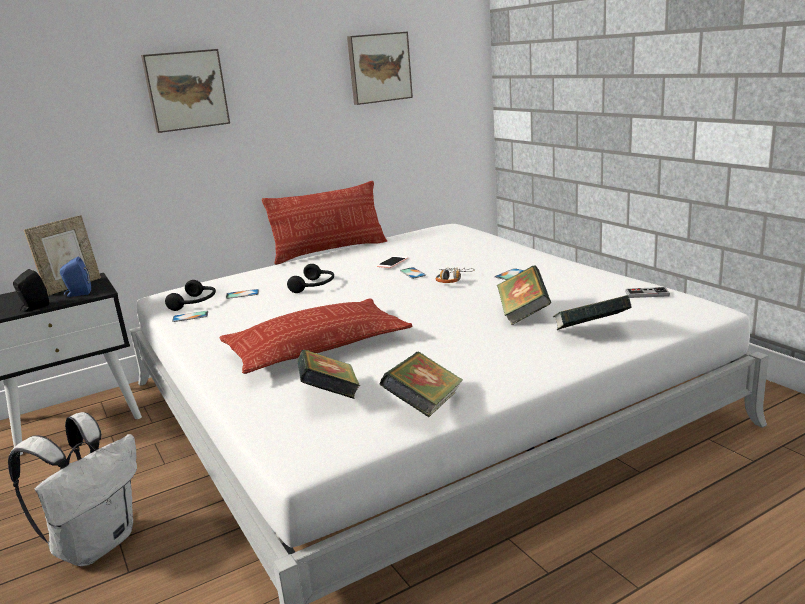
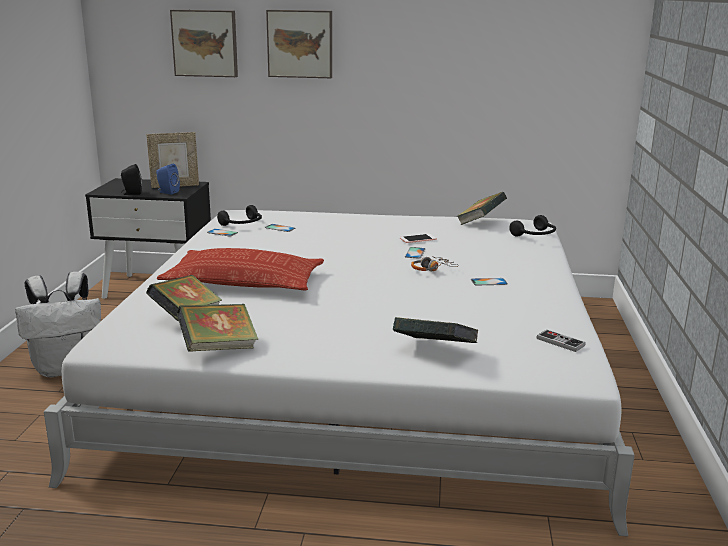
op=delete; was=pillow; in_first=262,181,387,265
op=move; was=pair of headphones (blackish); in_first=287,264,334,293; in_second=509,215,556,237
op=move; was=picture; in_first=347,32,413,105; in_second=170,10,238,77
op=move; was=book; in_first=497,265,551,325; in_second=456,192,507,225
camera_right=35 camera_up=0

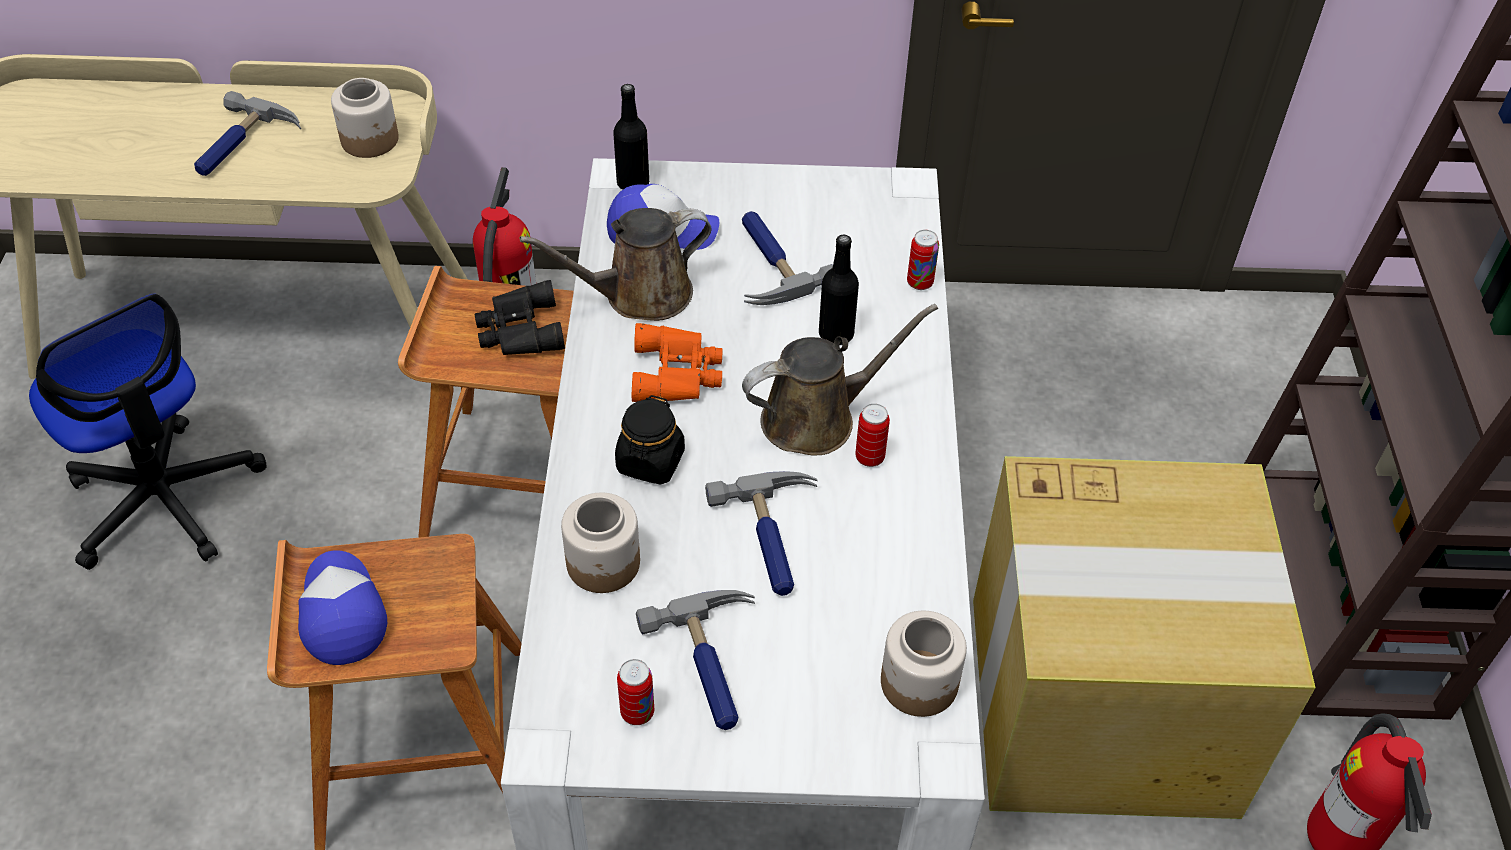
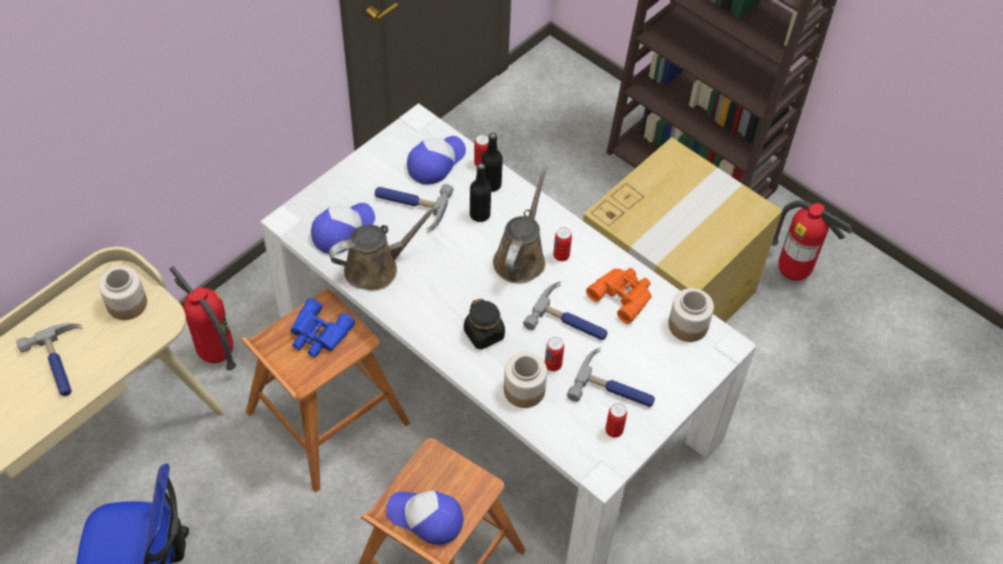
op=recolor; was=pair of binoculars (blackish); now=pair of binoculars (blue); in_first=475,280,565,355; in_second=290,298,355,358
op=rotate; was=watering can (brown-coloured); in_first=519,208,711,321; in_second=329,204,440,291; clockwise=-135
op=move; was=drink bottle (blackish); in_first=613,84,649,190; in_second=482,133,503,192
op=move; was=pair of binoculars (orangey); in_first=632,323,722,402; in_second=586,268,651,324
op=insert; now=baseball cap; in_second=407,136,466,184
op=insert; now=sealed can; in_second=545,337,564,371
camera_right=-50 camera_up=5

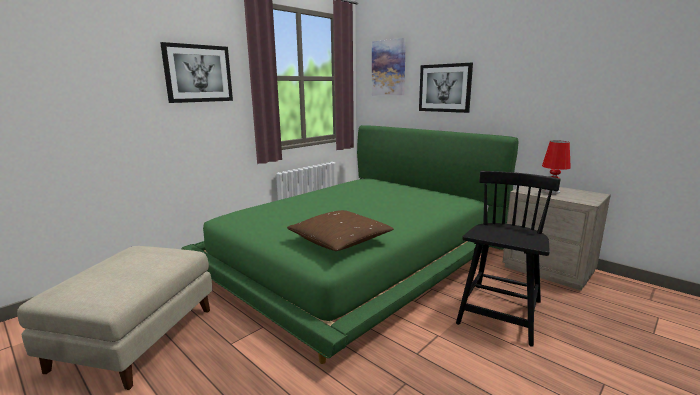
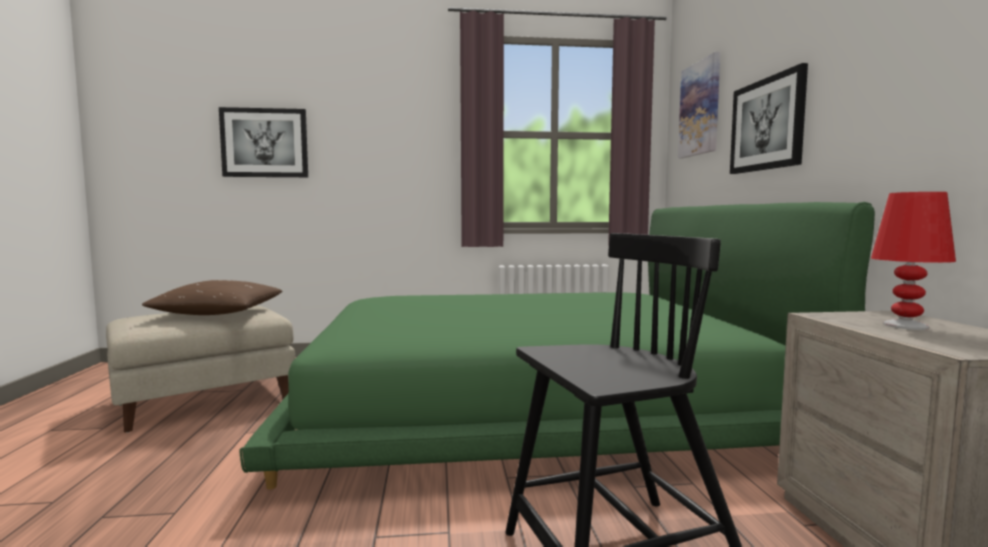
op=move; was=picture; in_first=160,42,233,103; in_second=219,107,308,177
op=move; was=pillow (brown-coloured); in_first=287,210,394,251; in_second=142,280,282,315
camera_right=40 camera_up=-10

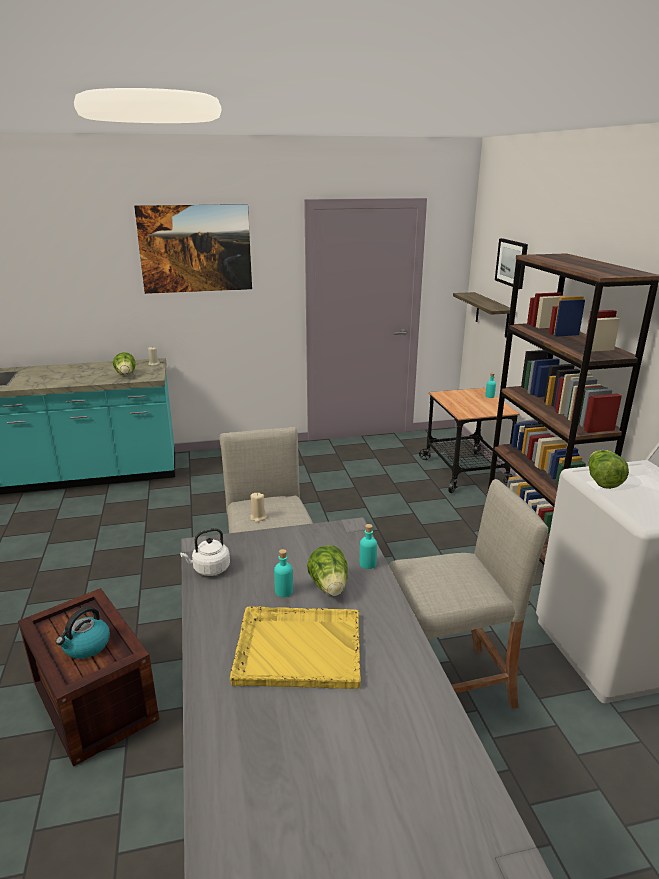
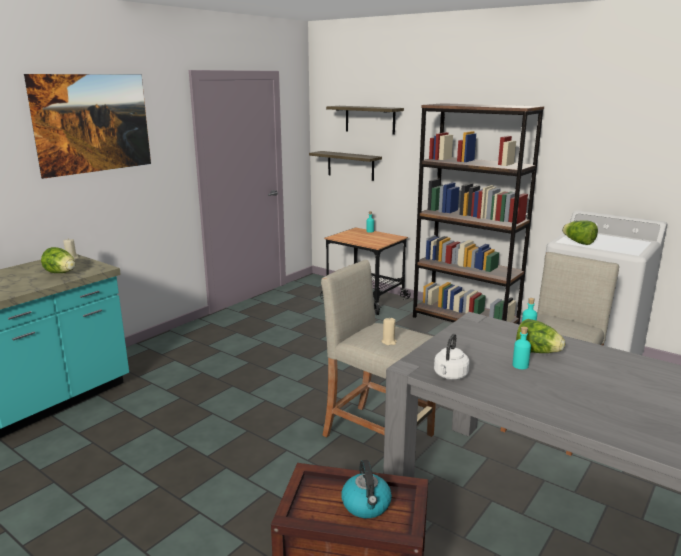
op=delete; was=serving tray (yellow-coloured); in_first=229,606,361,689
op=replace; was=picture; now=bracket shelf; in_first=495,238,528,289; in_second=326,106,404,135
camera_right=-40 camera_up=-5

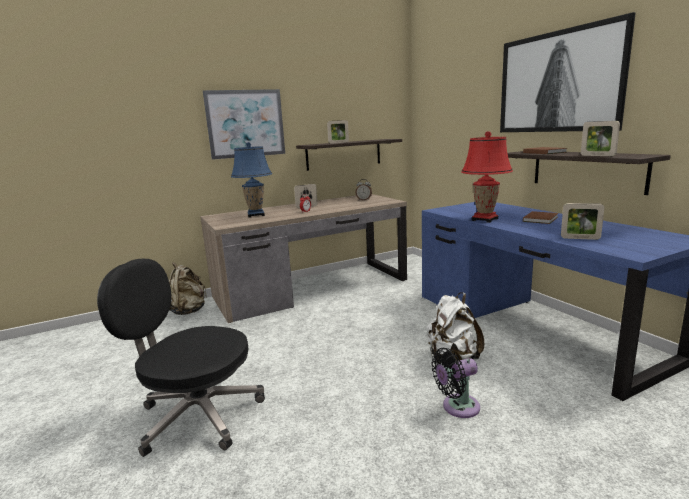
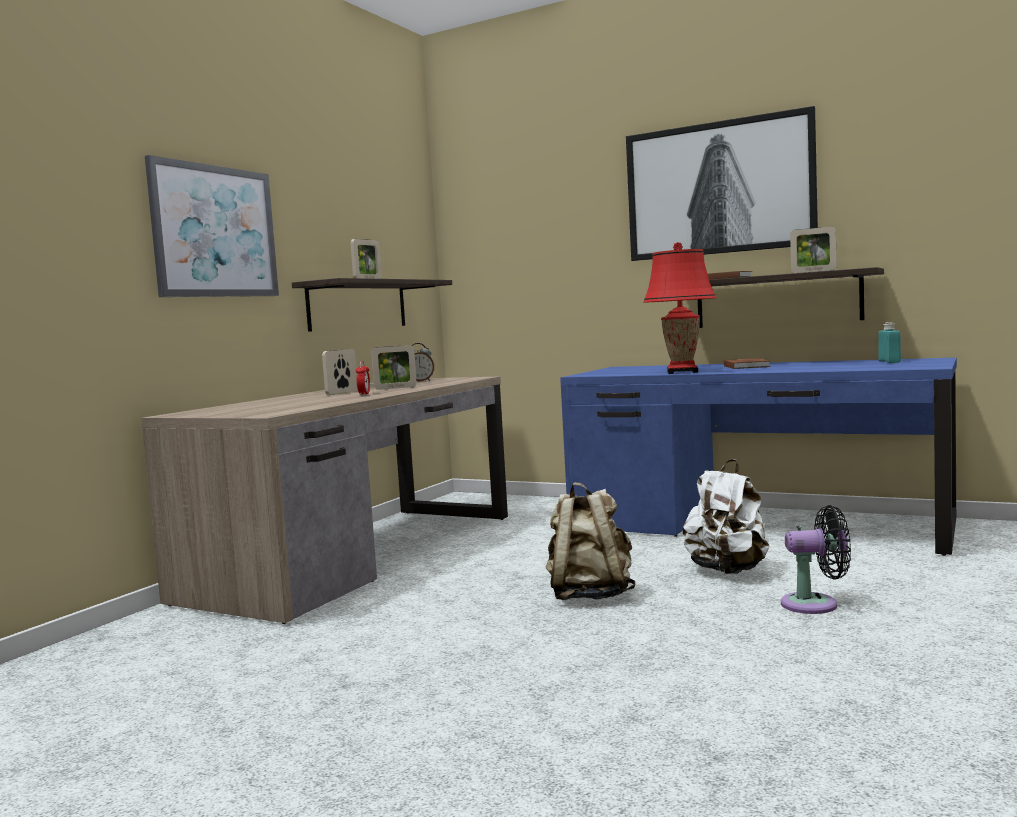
op=delete; was=desk chair (blackish); in_first=97,259,265,457
op=move; was=knapsack (beige); in_first=169,262,207,315; in_second=546,482,635,600
op=delete; was=table lamp (blue); in_first=231,142,272,218
op=rotate; was=fan (blackish); in_first=431,348,480,418; in_second=781,505,851,614; clockwise=-120
op=move; was=standing frame; in_first=561,203,604,240; in_second=371,345,417,390
op=insert; now=drink bottle (turquoise); in_second=878,322,901,363
camera_right=-35 camera_up=-10

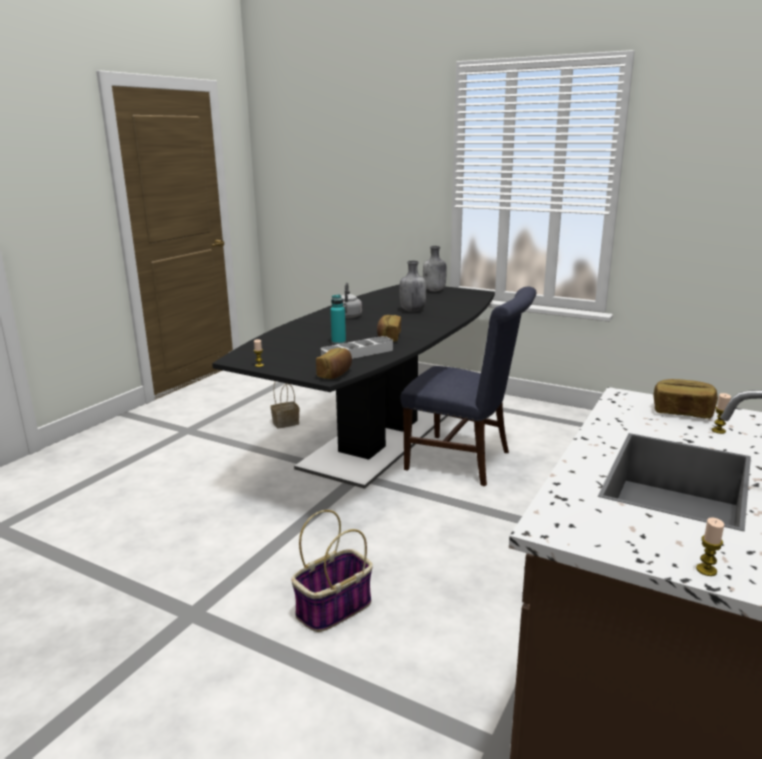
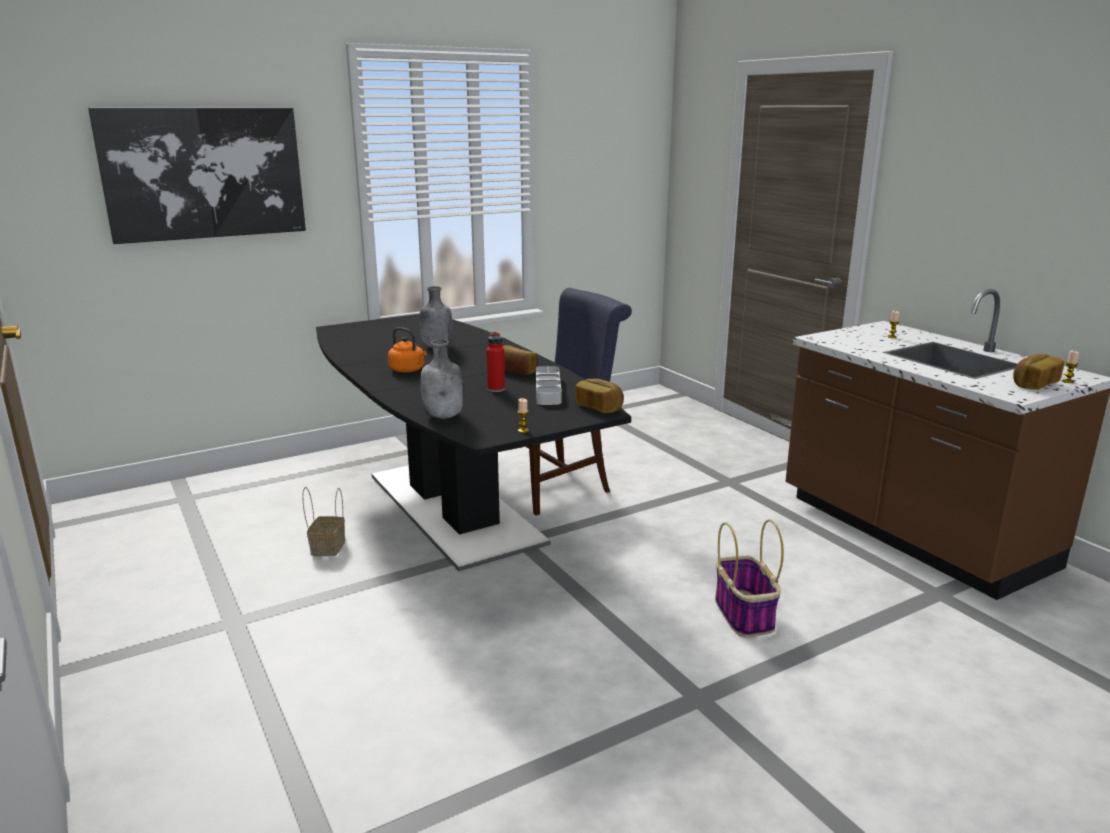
op=recolor; was=drink bottle (turquoise); now=drink bottle (reddish); in_first=330,295,346,344; in_second=486,332,505,392
op=recolor; was=water kettle (grey); now=water kettle (orangey); in_first=341,283,362,318; in_second=388,327,427,373
op=move; was=drink bottle (grey); in_first=423,246,447,291; in_second=421,340,463,419
op=move; was=bread; in_first=654,379,718,419; in_second=1013,354,1064,390
op=insert; now=picture; in_second=88,107,306,244
camera_right=-60 camera_up=0

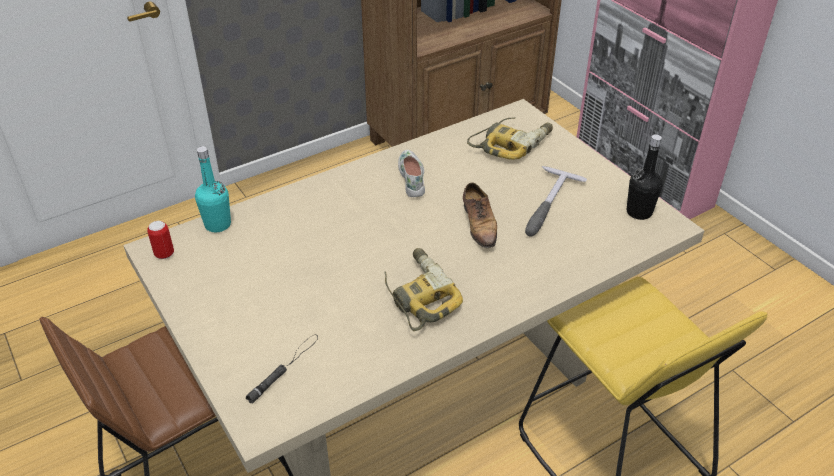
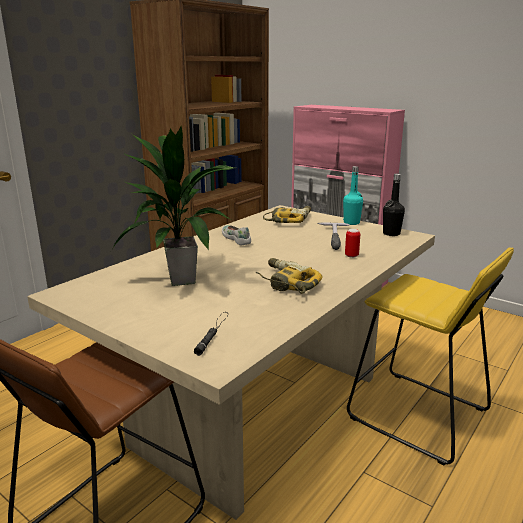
op=move; was=sealed can; in_first=147,221,174,259; in_second=345,229,360,258
op=move; was=drink bottle (turquoise); in_first=195,146,231,232; in_second=343,166,363,225
op=delete; was=shoe; in_first=463,182,497,248
op=insert; now=potted plant; in_second=111,126,235,286
camera_right=-20 camera_up=-20

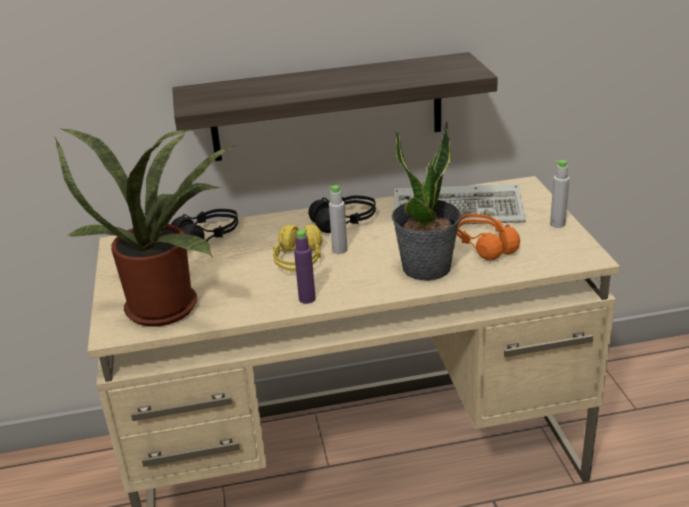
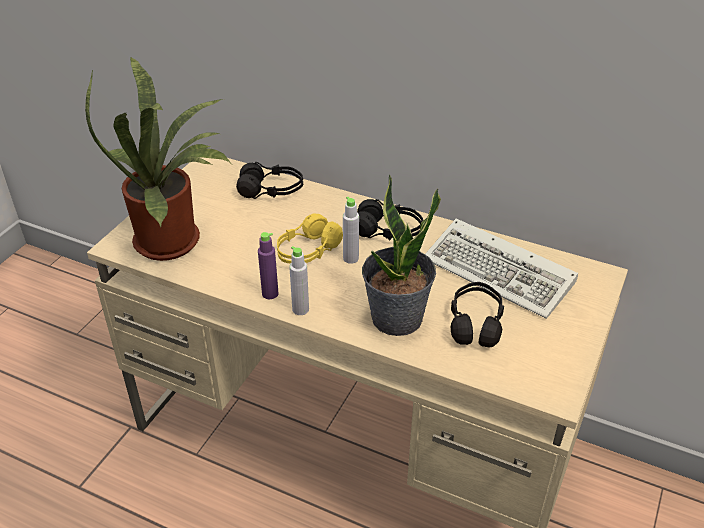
op=delete; was=bracket shelf; in_first=172,52,498,161
op=recolor; was=pair of headphones (orangey); now=pair of headphones (blackish); in_first=456,214,520,260; in_second=451,282,504,347
op=move; was=drink bottle (grey); in_first=550,160,570,228; in_second=289,246,309,315
camera_right=35 camera_up=10

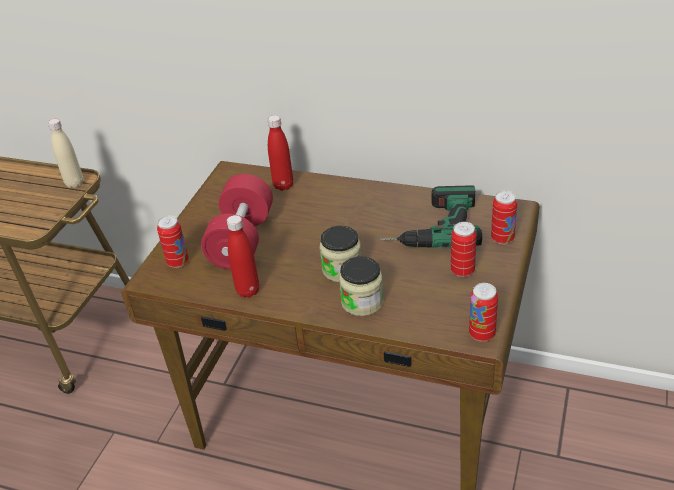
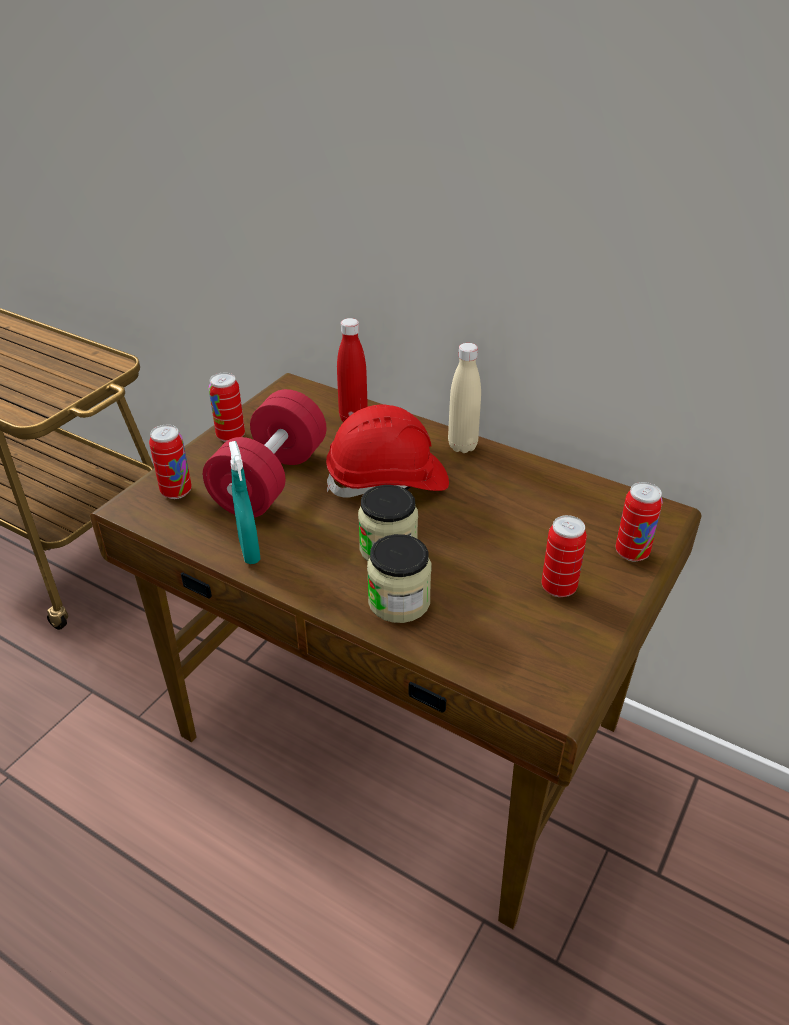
op=move; was=drink bottle (beige); in_first=48,119,84,188; in_second=448,343,481,453
op=replace; was=drink bottle (reddish); now=spray bottle (turquoise); in_first=227,215,259,298; in_second=229,441,261,564
op=delete; was=power drill; in_first=379,185,482,248
op=move; was=sealed can; in_first=469,283,498,342; in_second=209,373,245,442
op=insert; now=hard hat (reddish); in_second=326,405,449,498
camera_right=10 camera_up=0

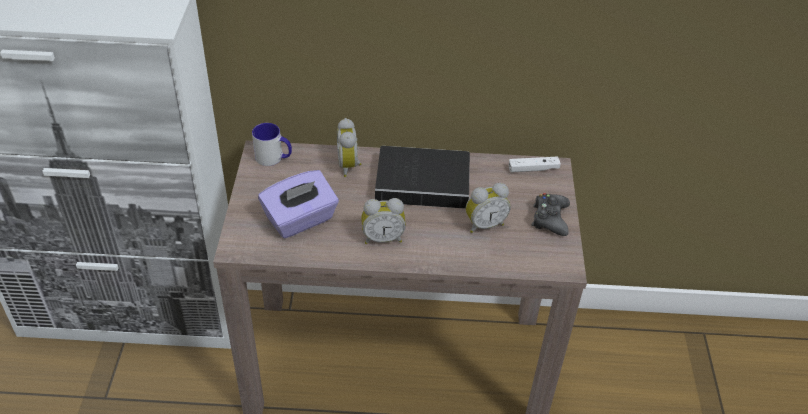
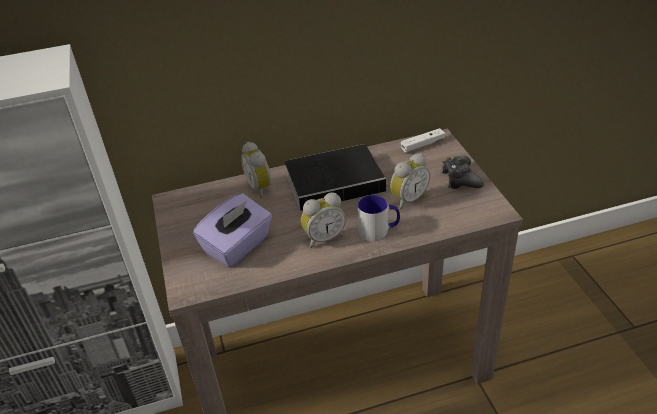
op=move; was=coffee mug; in_first=252,123,292,166; in_second=357,195,400,241
camera_right=-15 camera_up=-5

